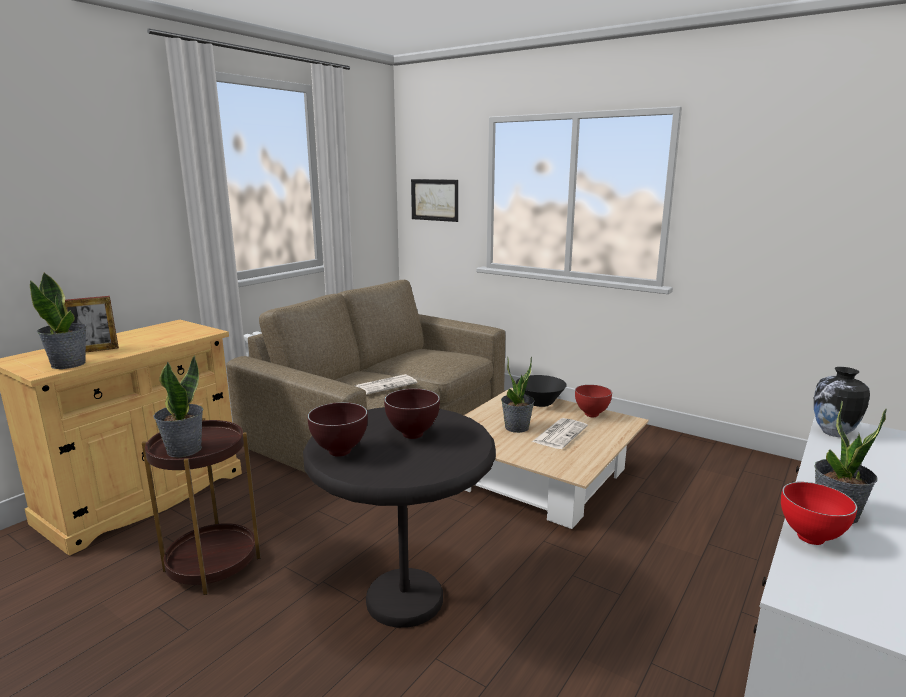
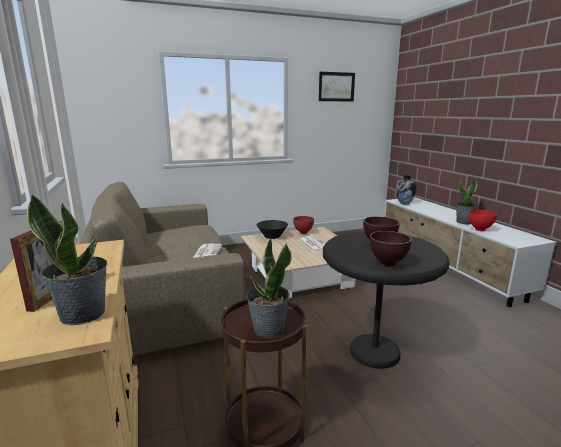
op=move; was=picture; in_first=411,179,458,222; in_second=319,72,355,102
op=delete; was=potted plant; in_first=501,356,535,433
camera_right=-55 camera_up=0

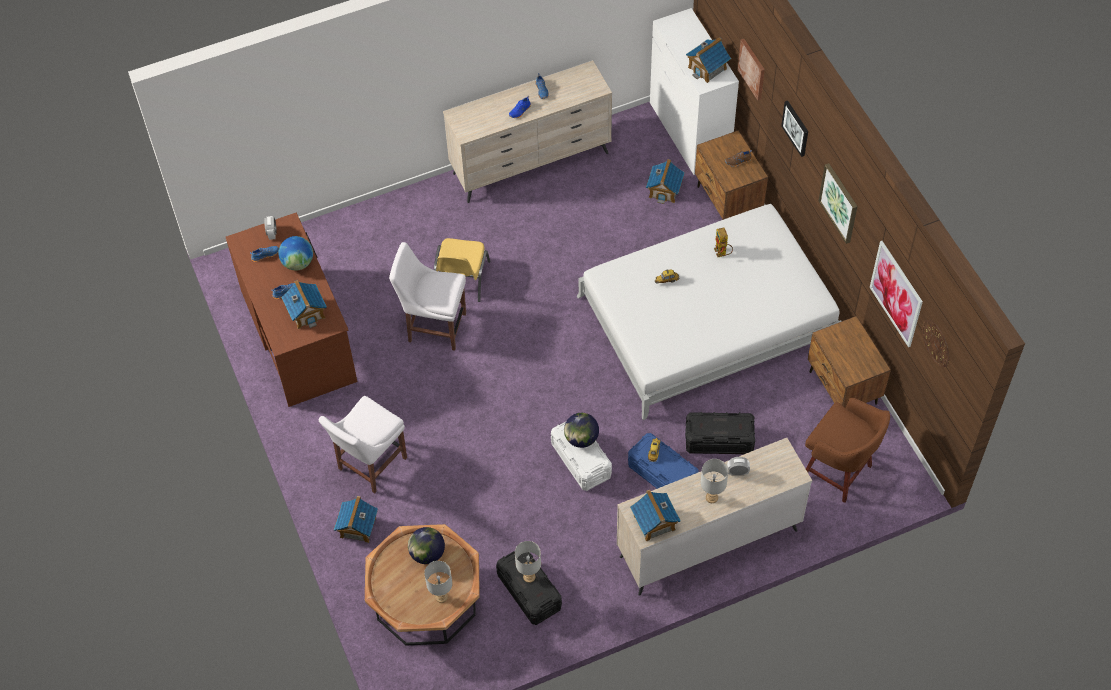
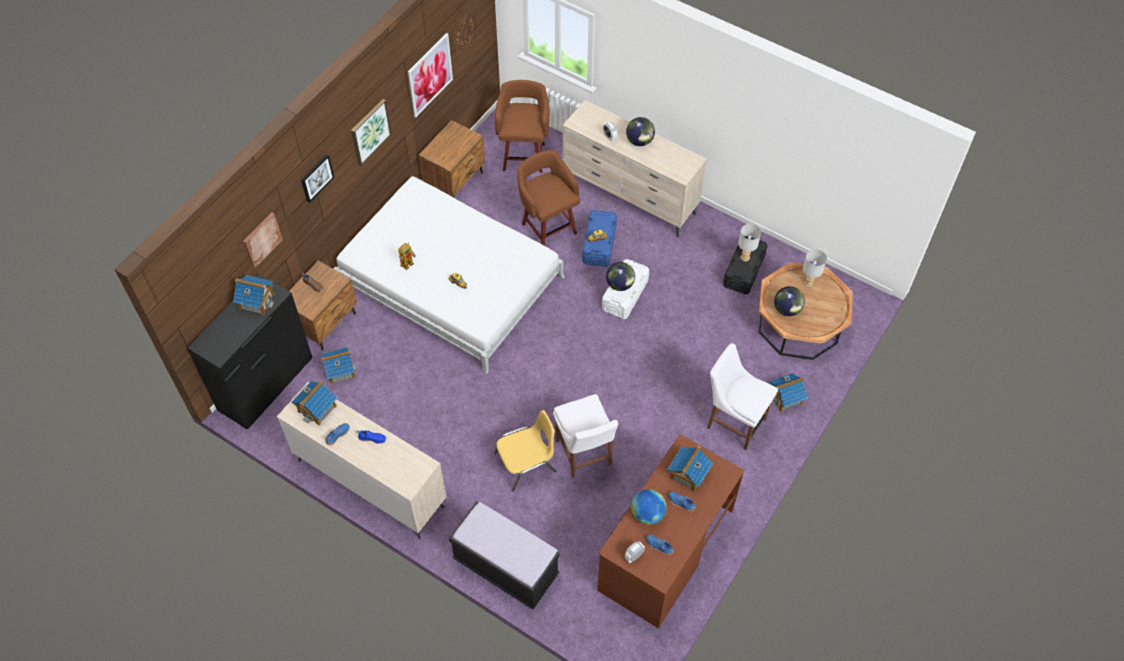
op=rotate; was=chair (whitish); in_first=319,396,407,493; in_second=707,343,778,450; clockwise=-150
op=move; was=toy house; in_first=630,490,681,541; in_second=292,380,337,425
op=recolor; was=chest of drawers (whitish); now=chest of drawers (blackish); in_first=650,8,739,175; in_second=187,274,313,430
op=replace; was=storage container (blackish); now=stool (brown-coloured); in_first=685,412,755,454; in_second=517,150,580,246
op=replace; was=table lamp (grey); now=globe; in_first=700,459,729,503; in_second=626,117,655,146
op=insert; now=indoor bench (blackish); in_second=449,501,560,609
camera_right=-125 camera_up=0

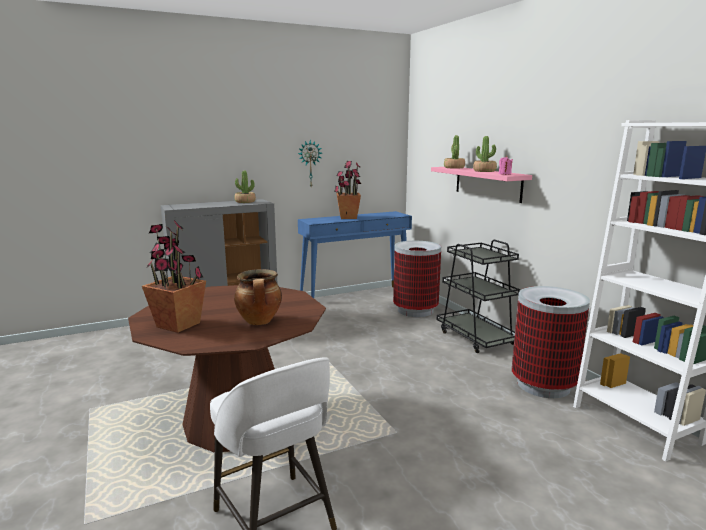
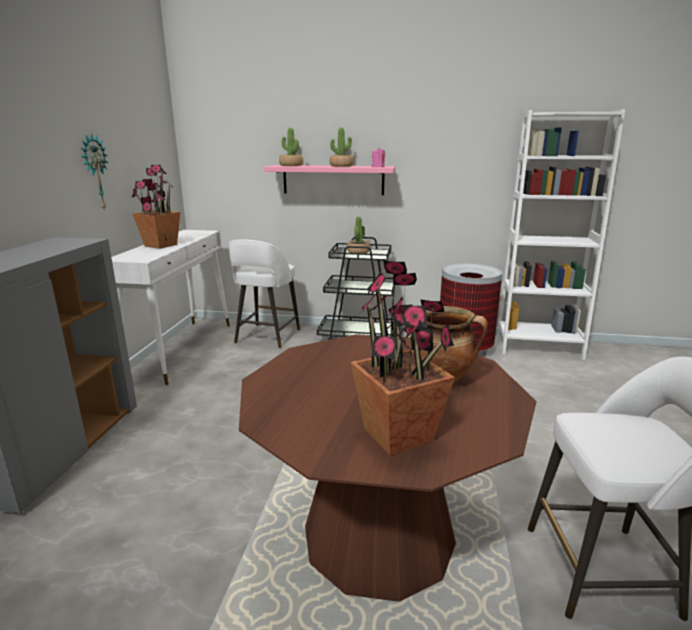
op=move; was=potted plant; in_first=234,171,256,203; in_second=347,217,370,253
op=recolor; was=narrow table (blue); now=narrow table (whitish); in_first=298,211,412,298; in_second=111,230,230,385
op=replace; was=waste bin; now=stool (whitish); in_first=393,241,441,317; in_second=229,239,300,349
camera_right=-55 camera_up=5

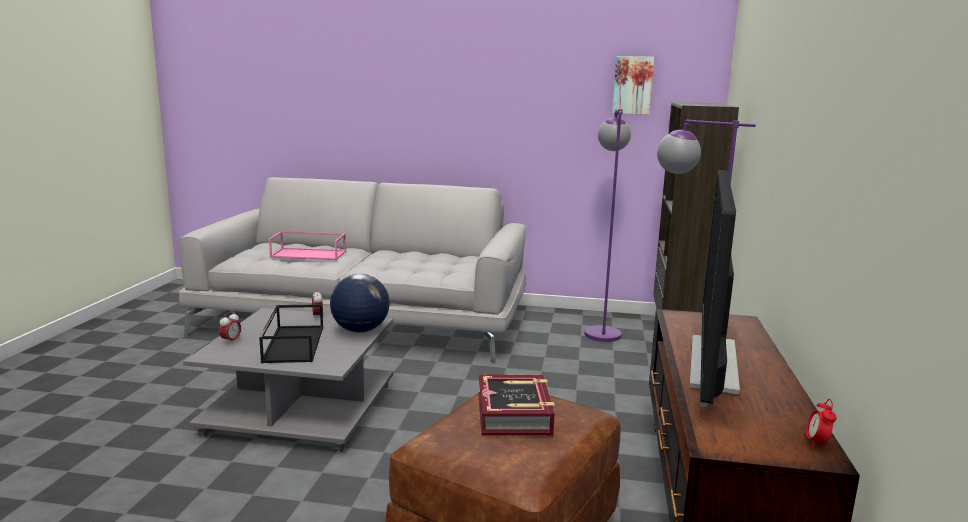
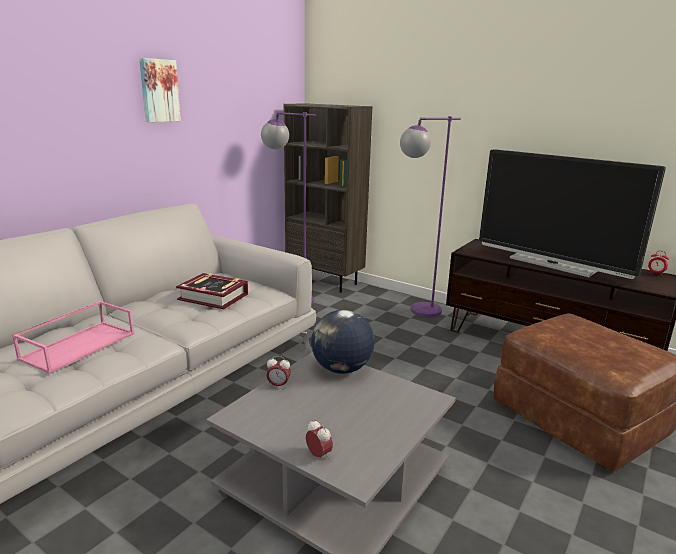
op=delete; was=serving tray (blackish); in_first=259,304,323,363
op=move; was=book; in_first=478,374,555,436; in_second=176,273,248,309
op=move; was=picture; in_first=612,56,654,115; in_second=139,58,181,122
camera_right=-65 camera_up=5

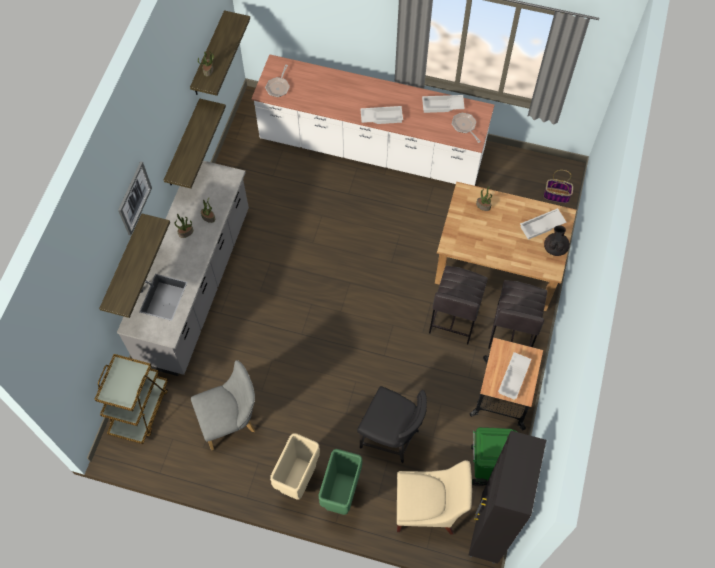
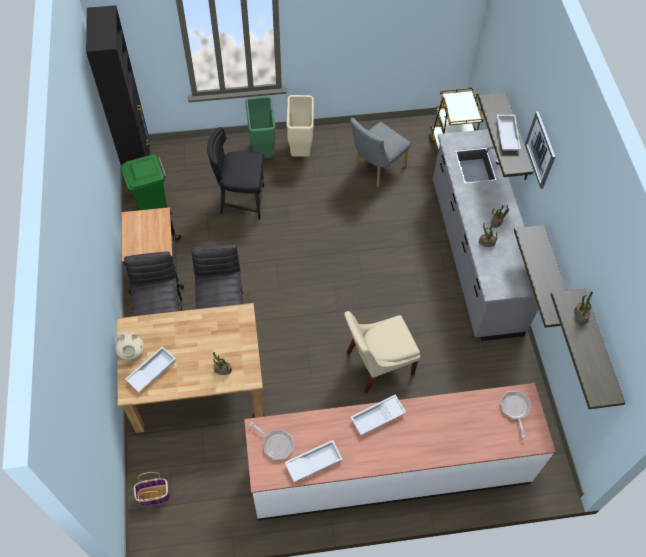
op=move; was=chair (beige); in_first=397,460,472,535; in_second=344,311,420,393
op=move; was=serving tray (whitish); in_first=498,352,531,400; in_second=497,115,521,150
op=recolor; was=teapot (blackish); now=teapot (beige); in_first=544,225,570,256; in_second=115,332,144,360
camera_right=155 camera_up=-5

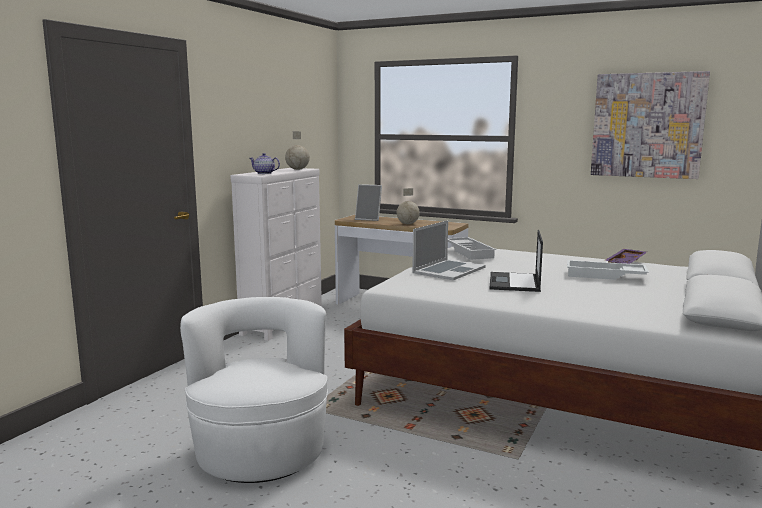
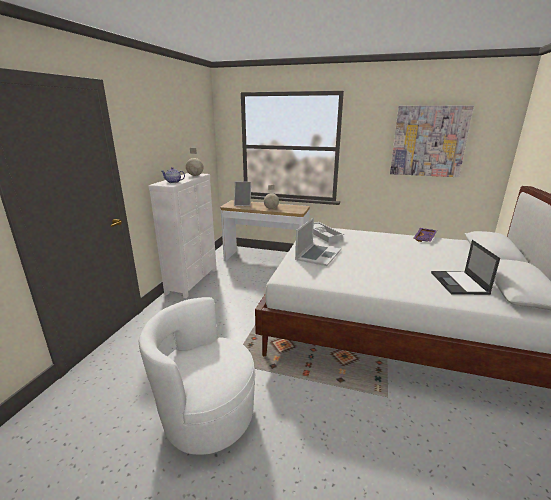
op=rotate; was=lounge chair (whitish); in_first=180,297,328,483; in_second=138,297,255,455; clockwise=-60
op=move; was=laptop; in_first=490,230,543,292; in_second=431,240,500,295
op=delete; was=serving tray (whitish); in_first=567,260,649,280
camera_right=-10 camera_up=10

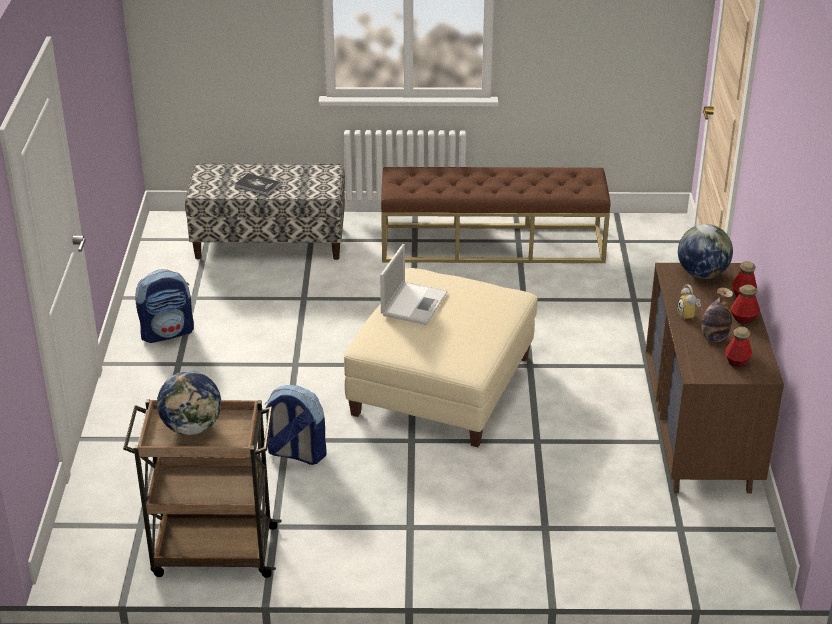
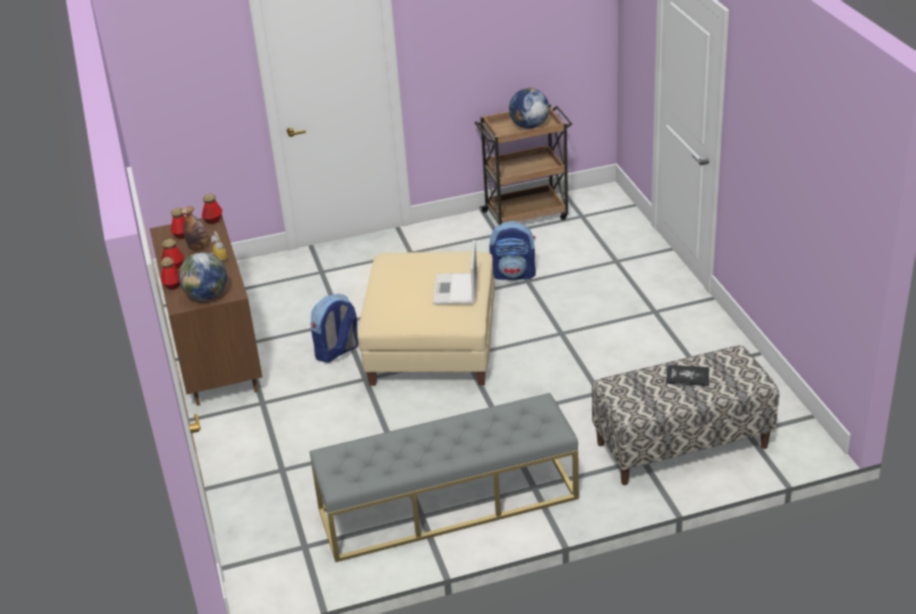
op=move; was=knapsack; in_first=135,269,194,343; in_second=311,294,358,363
op=recolor; was=indoor bench (brown-coloured); now=indoor bench (grey); in_first=381,167,611,263; in_second=309,393,579,562
op=insert; now=drink bottle; in_second=202,193,222,224
camera_right=165 camera_up=0

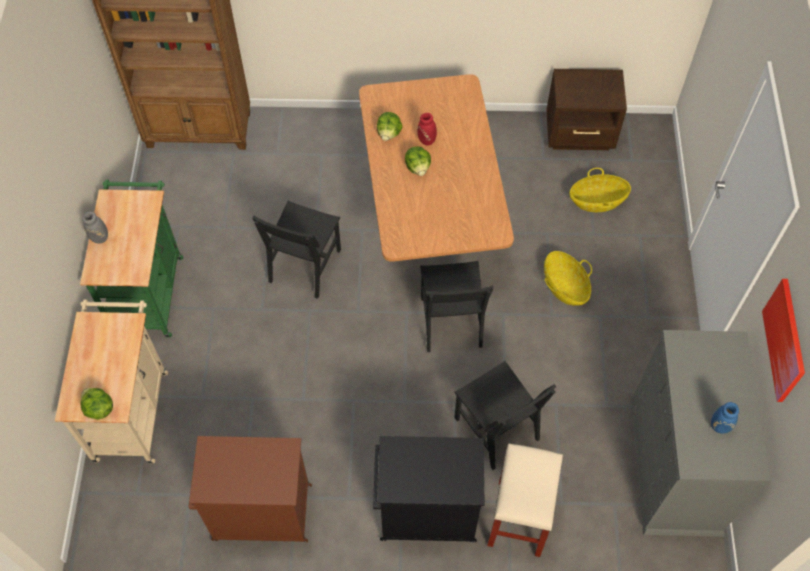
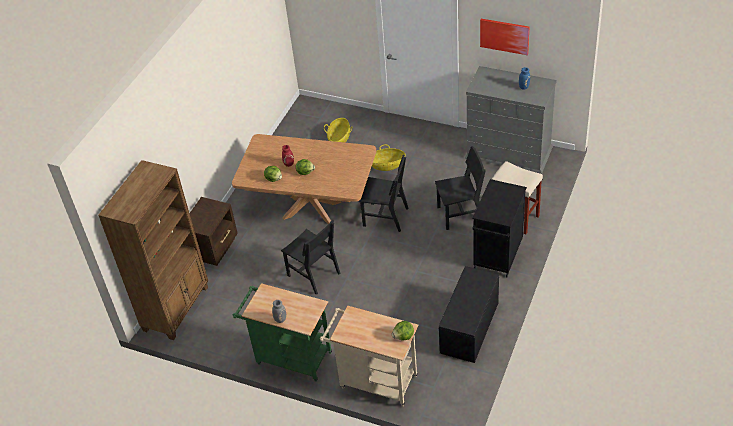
op=replace; was=storage cabinet (brown-coloured); now=indoor bench (blackish); in_first=188,436,312,543; in_second=439,266,499,363
op=move; was=nightstand (brown-coloured); in_first=546,69,627,150; in_second=190,197,238,266
camera_right=-65 camera_up=-15

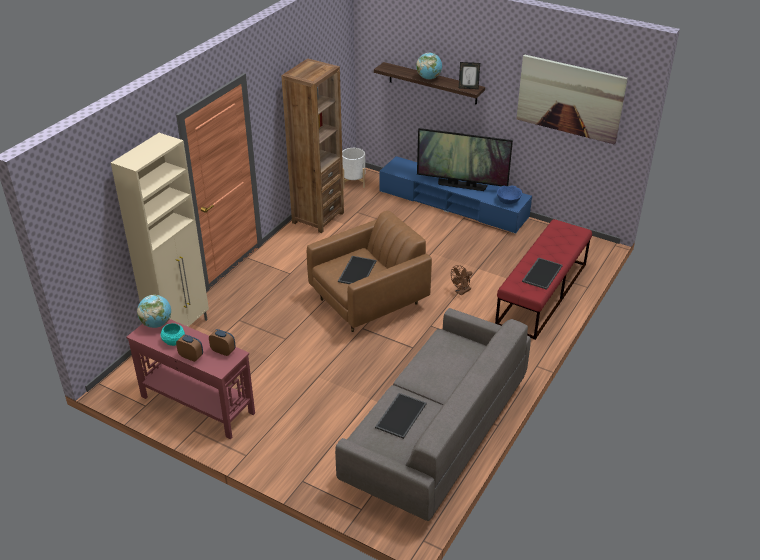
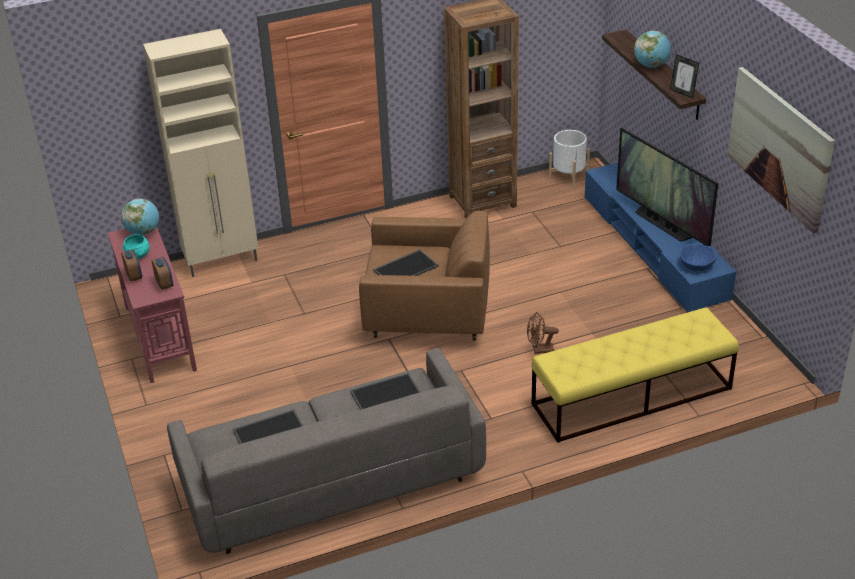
op=recolor; was=indoor bench (reddish); now=indoor bench (yellow-coloured); in_first=495,219,592,340; in_second=531,307,739,443
op=move; was=serving tray; in_first=522,257,563,290; in_second=350,373,420,410
camera_right=40 camera_up=0

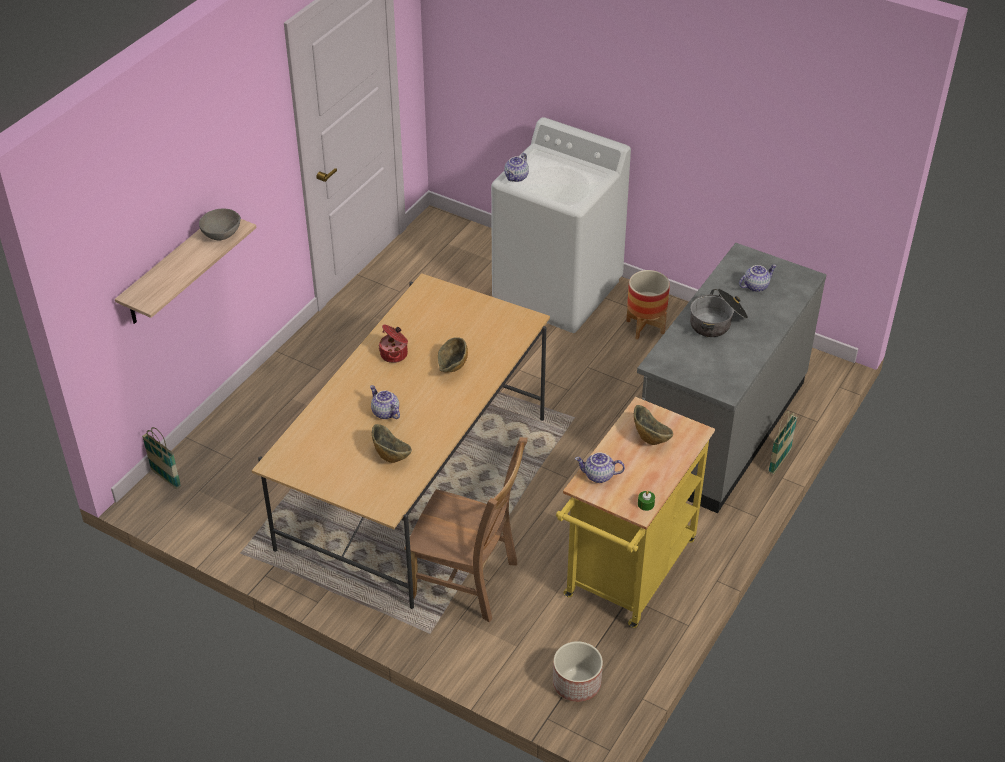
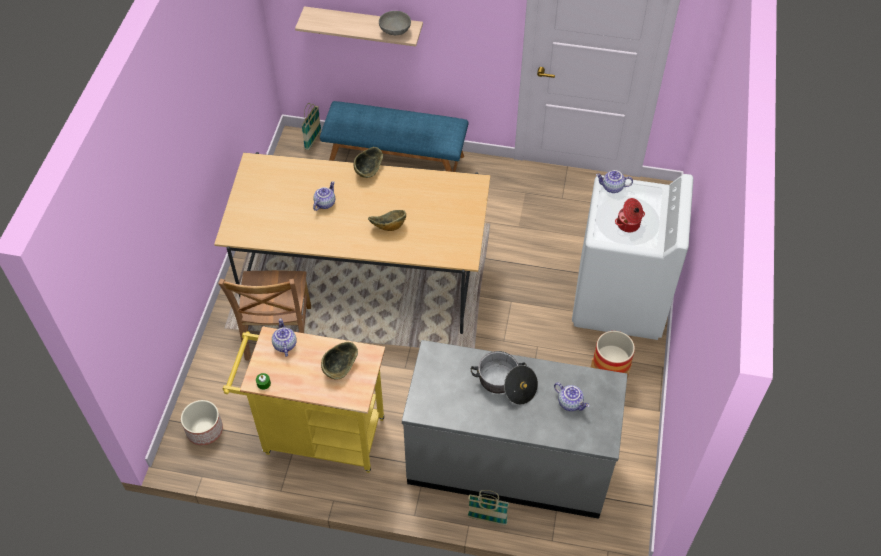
op=move; was=deep dish; in_first=372,424,412,463; in_second=354,147,383,178
op=move; was=saucepot; in_first=378,325,408,363; in_second=615,198,645,232
op=insert; now=indoor bench (blue); in_second=320,101,468,172
camera_right=70 camera_up=10

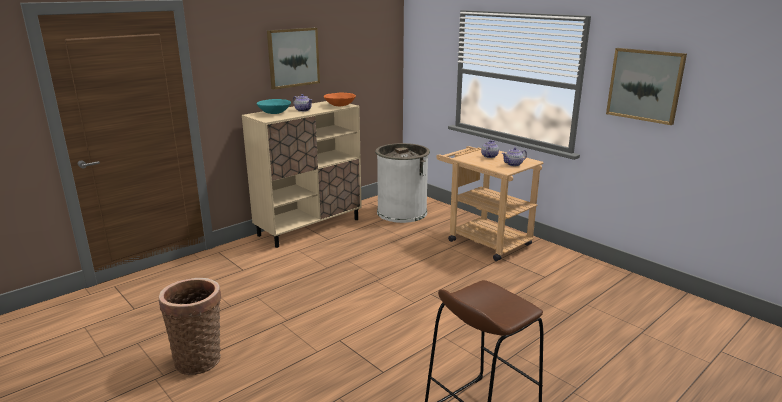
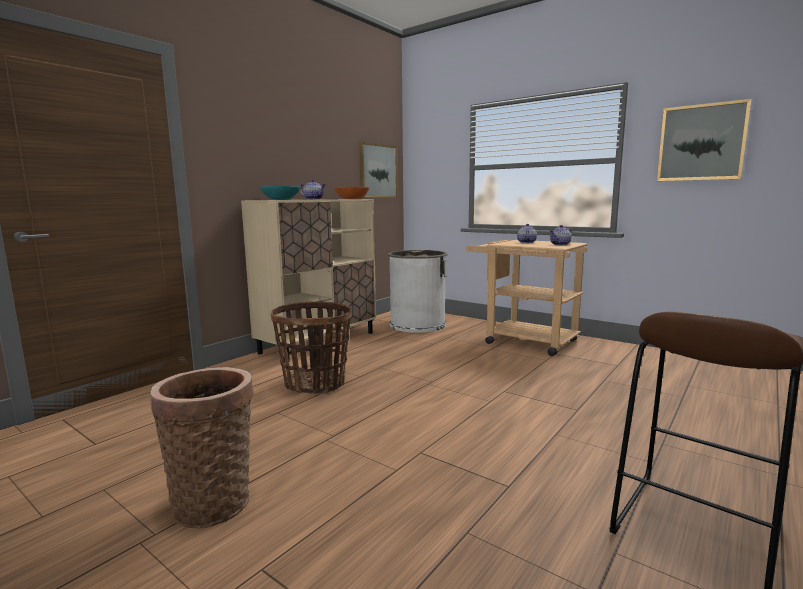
op=move; was=picture; in_first=267,27,320,89; in_second=359,142,397,198
op=insert; now=basket; in_second=271,301,352,394
camera_right=-10 camera_up=-10

